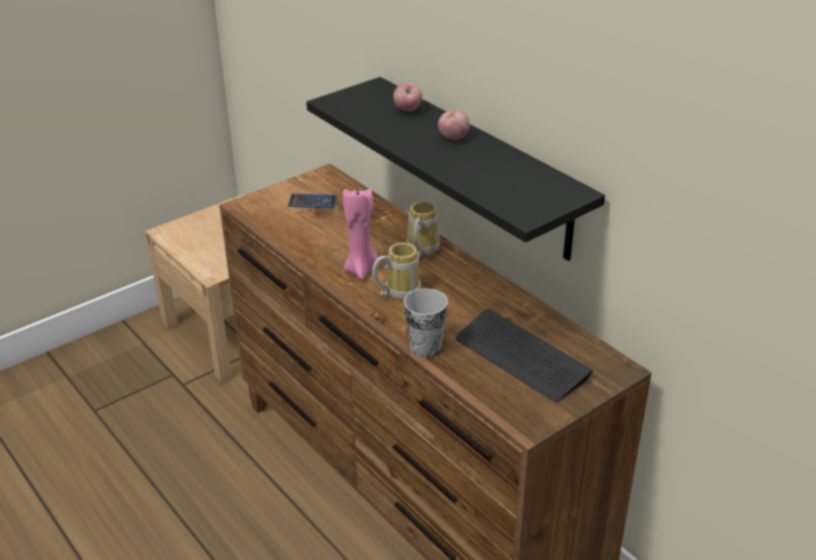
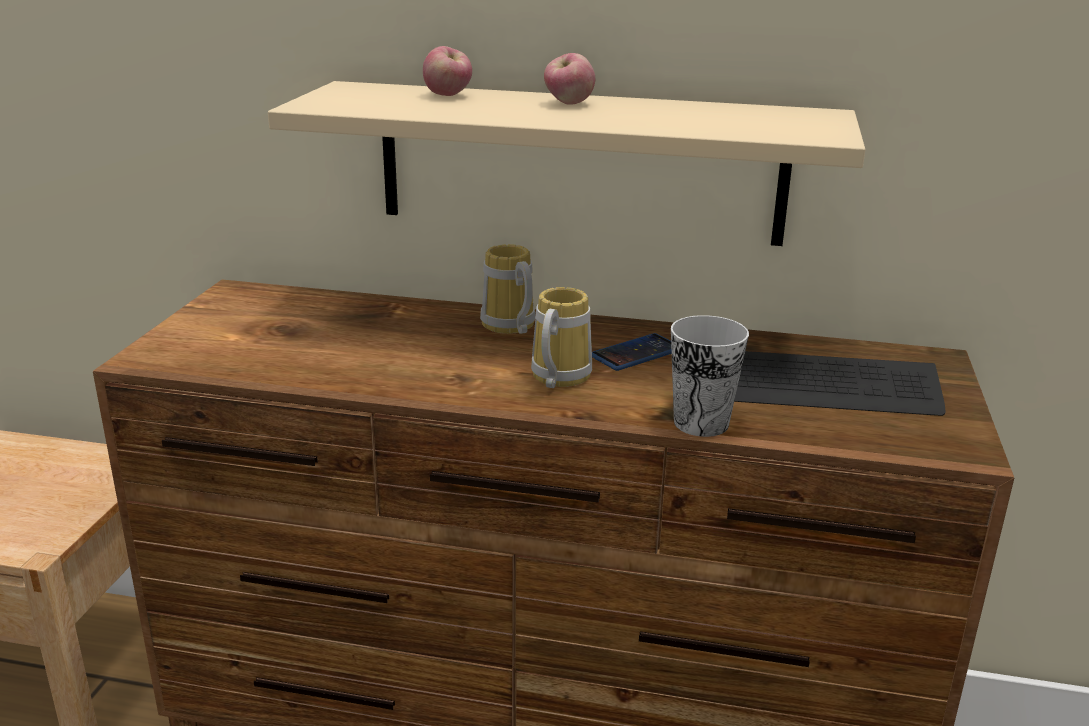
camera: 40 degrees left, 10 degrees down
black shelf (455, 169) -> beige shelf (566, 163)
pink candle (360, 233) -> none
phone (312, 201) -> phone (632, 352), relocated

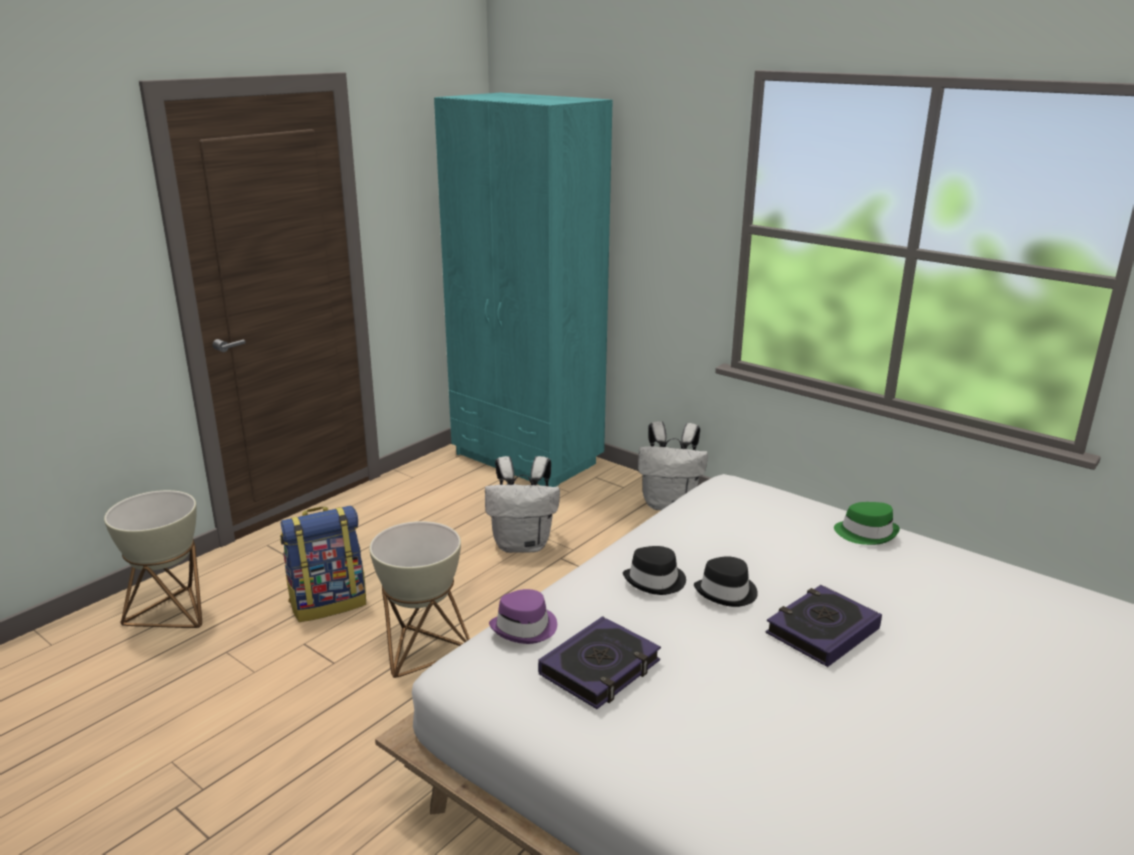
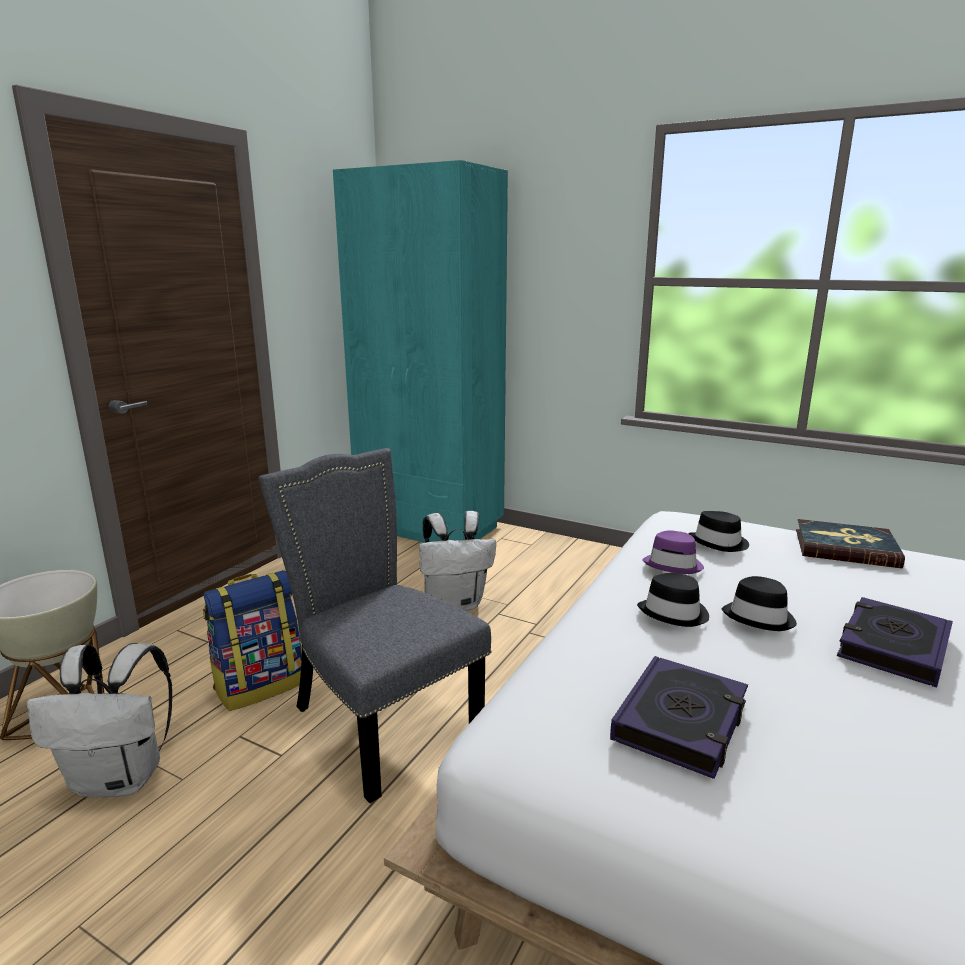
camera: 10 degrees left, 5 degrees down
white backpack (673, 465) -> white backpack (99, 720), relocated
green hat (867, 523) -> book (850, 543)
planter (419, 599) -> grey chair (375, 625)
purple hat (523, 616) -> purple hat (673, 552), relocated
none -> black hat (719, 531)

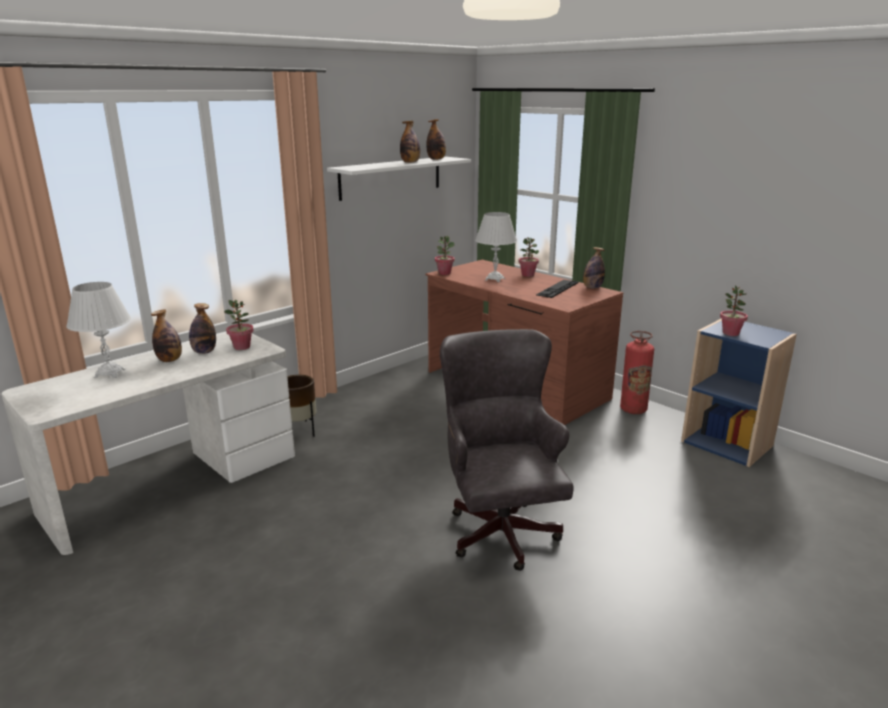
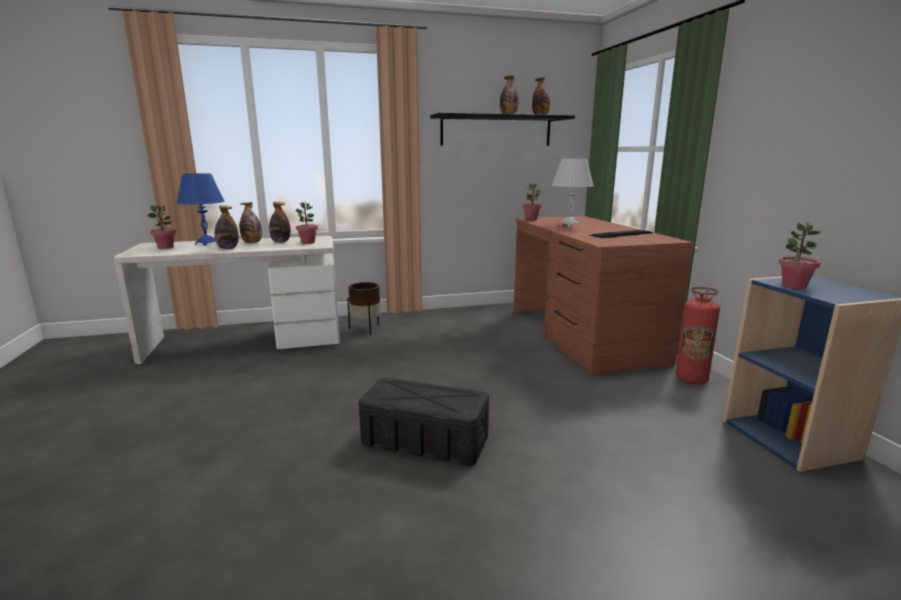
camera: 30 degrees right, 5 degrees down
white shelf (399, 179) -> black shelf (502, 129)
potted plant (528, 257) -> potted plant (161, 227), relocated
bottle (594, 268) -> bottle (227, 227), relocated
white table lamp (98, 330) -> blue table lamp (200, 210)
grey office chair (506, 450) -> black storage box (424, 421)

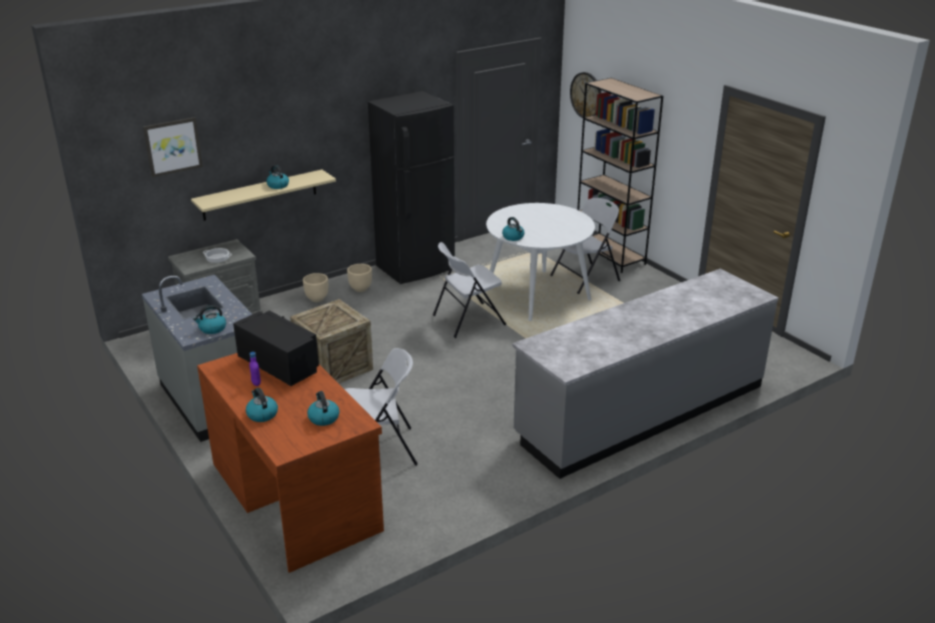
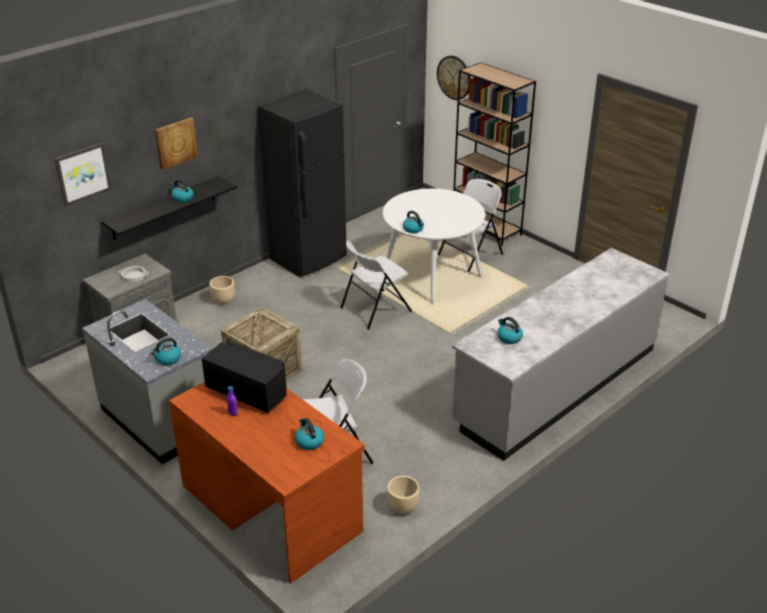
camera: 10 degrees left, 5 degrees up
beige shelf (263, 195) -> black shelf (169, 208)
beige planter (359, 278) -> beige planter (403, 495), relocated
kettle (262, 405) -> kettle (510, 330), relocated
none -> picture (176, 143)

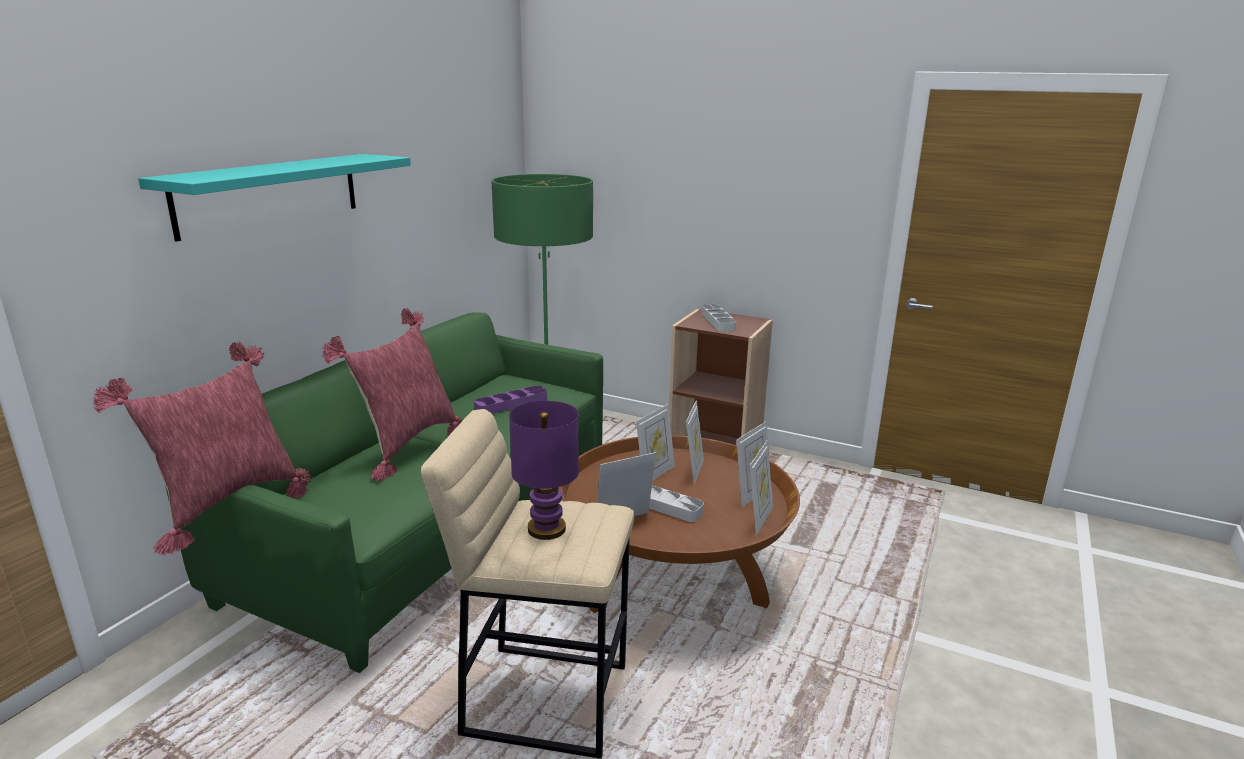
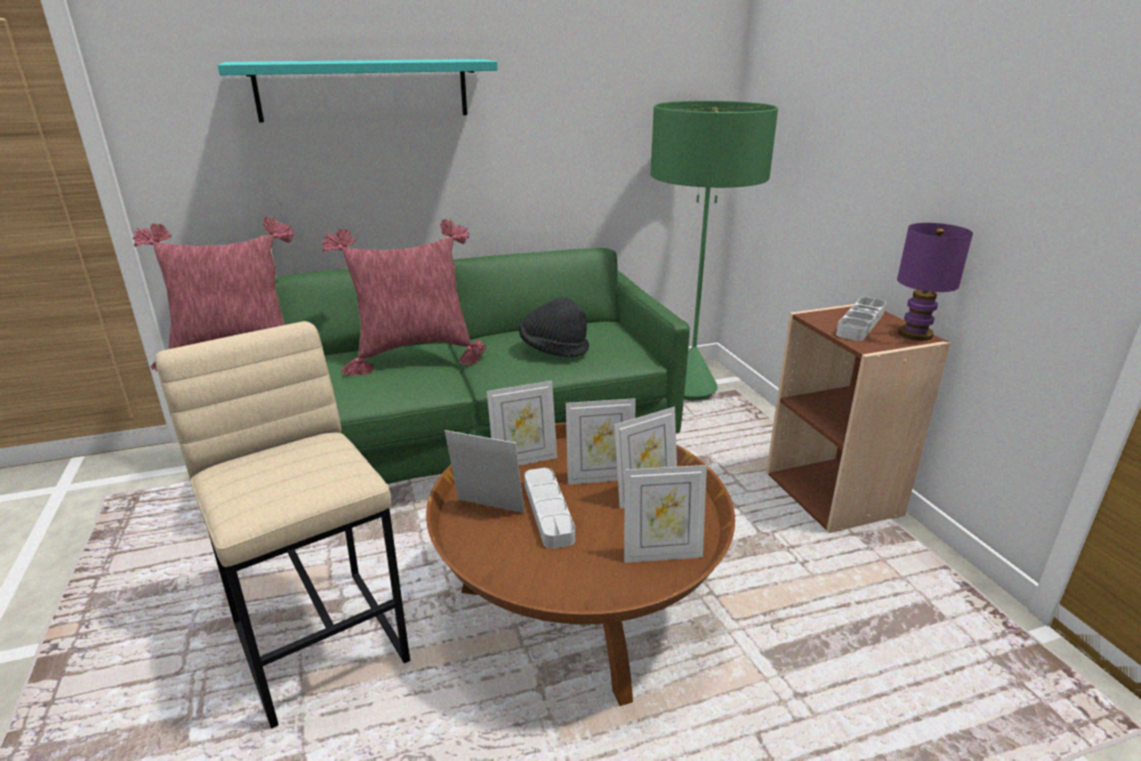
camera: 45 degrees right, 5 degrees up
purple tray (510, 400) -> black hat (554, 327)
purple table lamp (544, 470) -> purple table lamp (935, 282), relocated
picture frame (761, 487) -> picture frame (522, 423), relocated

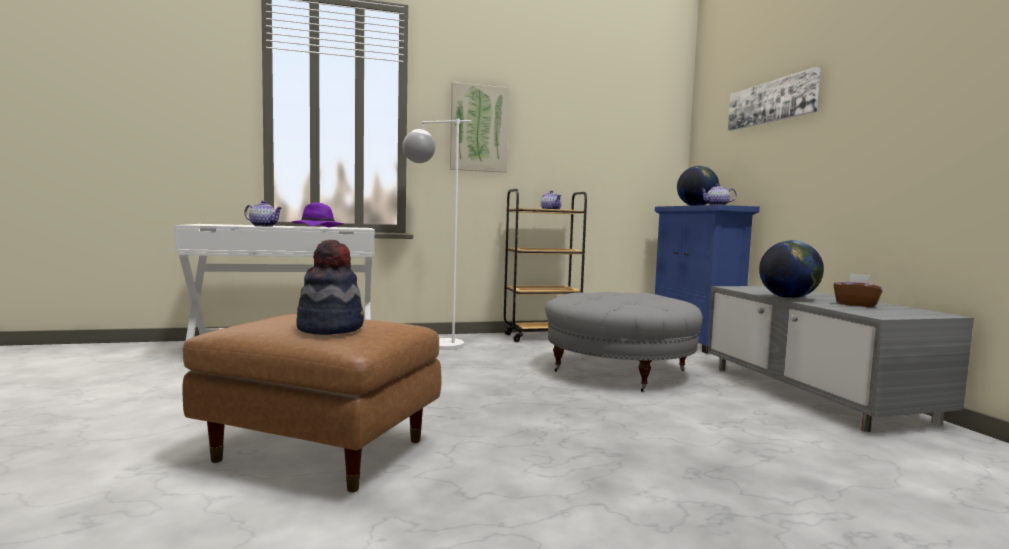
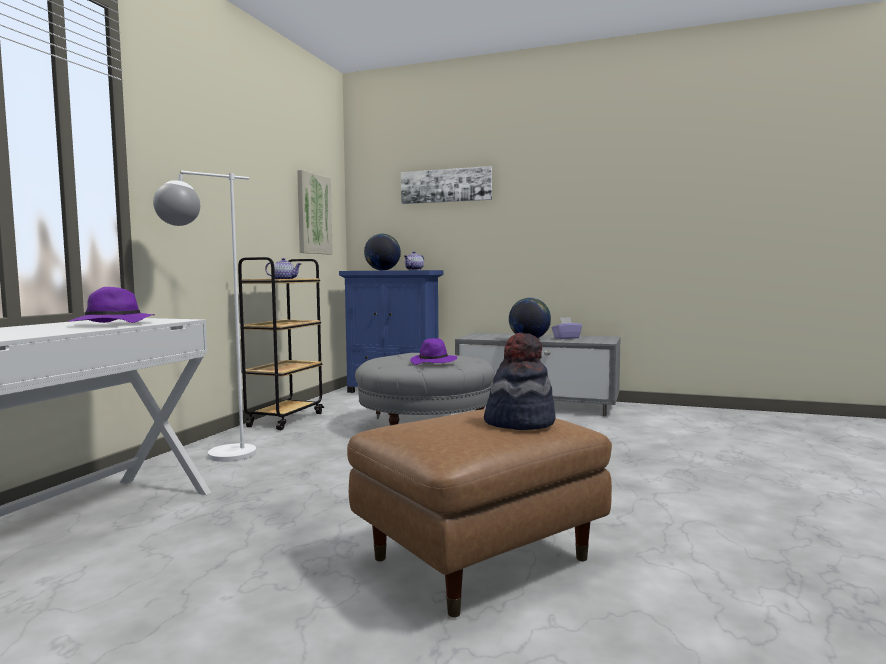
camera: 55 degrees left, 0 degrees up
picture (479, 127) -> picture (315, 212), relocated
teapot (263, 213) -> none
brown tissue box (858, 290) -> purple tissue box (567, 328)
none -> purple hat (433, 351)

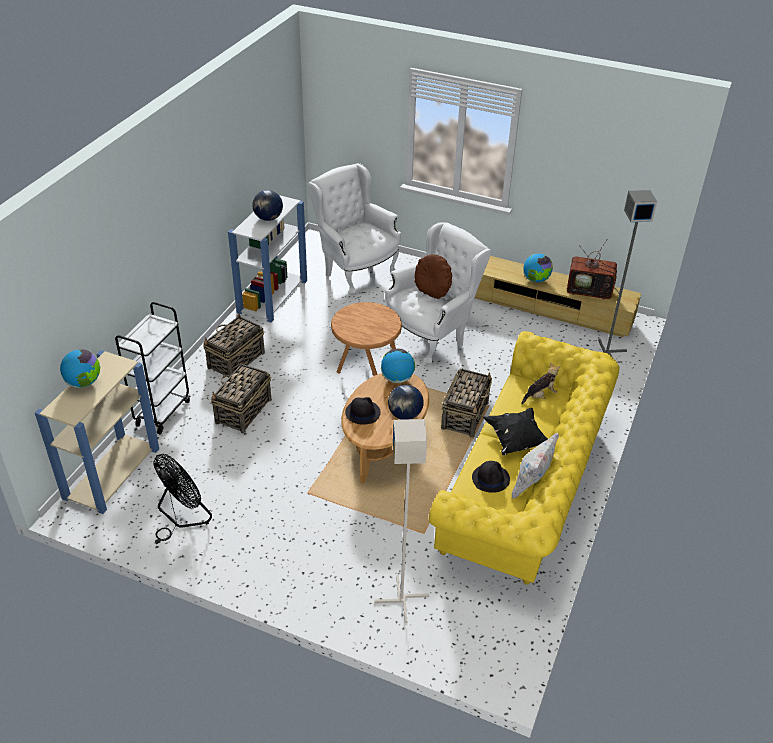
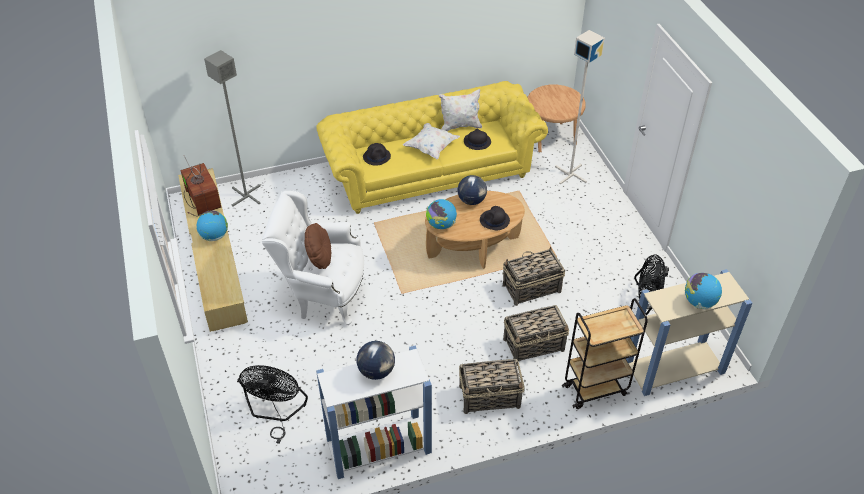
camera: 130 degrees left, 5 degrees up
white armchair (354, 229) -> black fan (272, 404)
white cart (152, 368) -> brown cart (605, 353)
brown side table (366, 339) -> brown side table (556, 119), relocated
plush toy (541, 383) -> black hat (377, 154)
basket (466, 403) -> basket (534, 276), relocated
black pillow (515, 431) -> white pillow (431, 141)

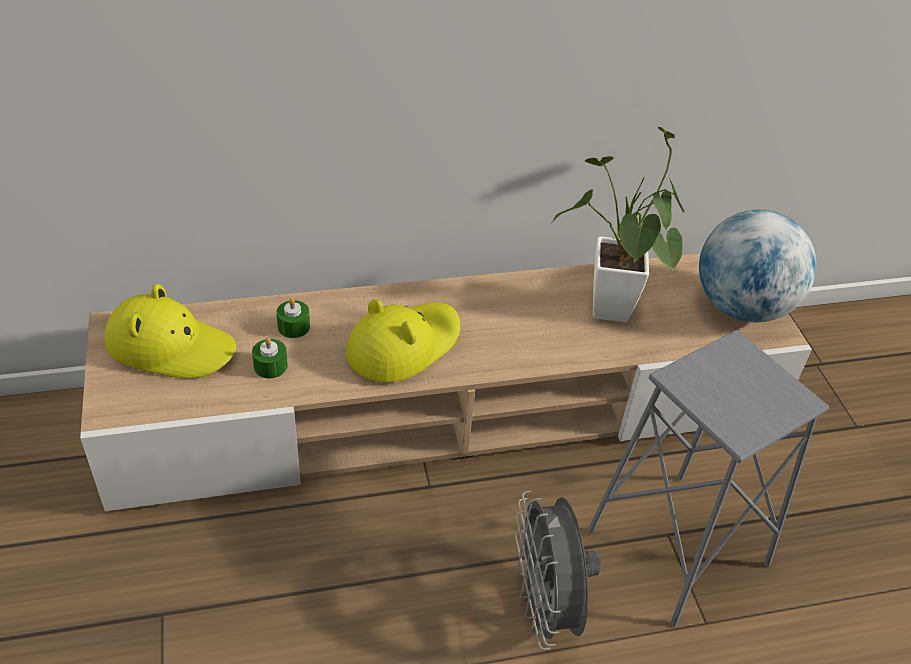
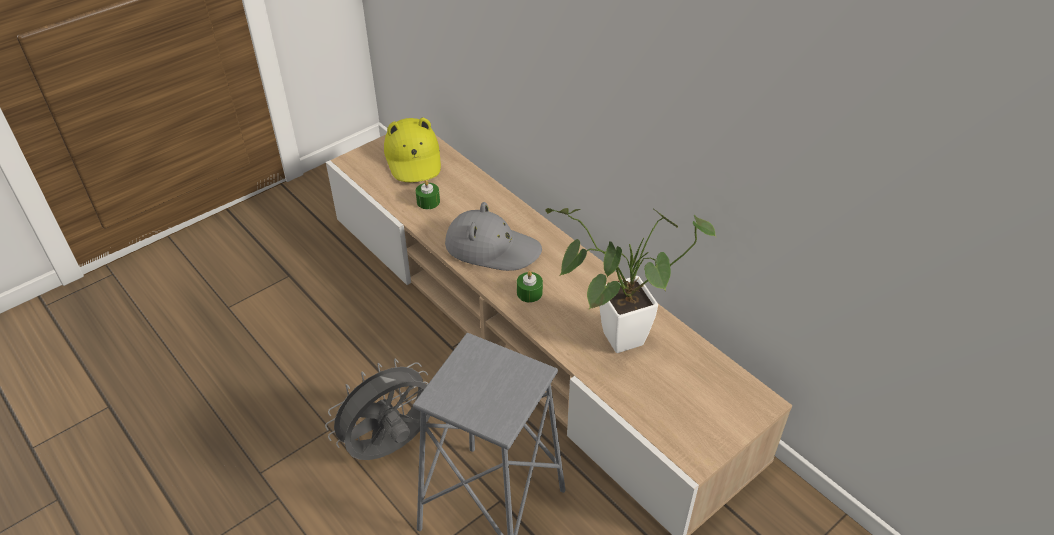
camera: 65 degrees right, 0 degrees up
globe (757, 266) -> none
green candle (293, 318) -> green candle (530, 287), relocated
yellow hat (403, 341) -> grey hat (493, 236)

